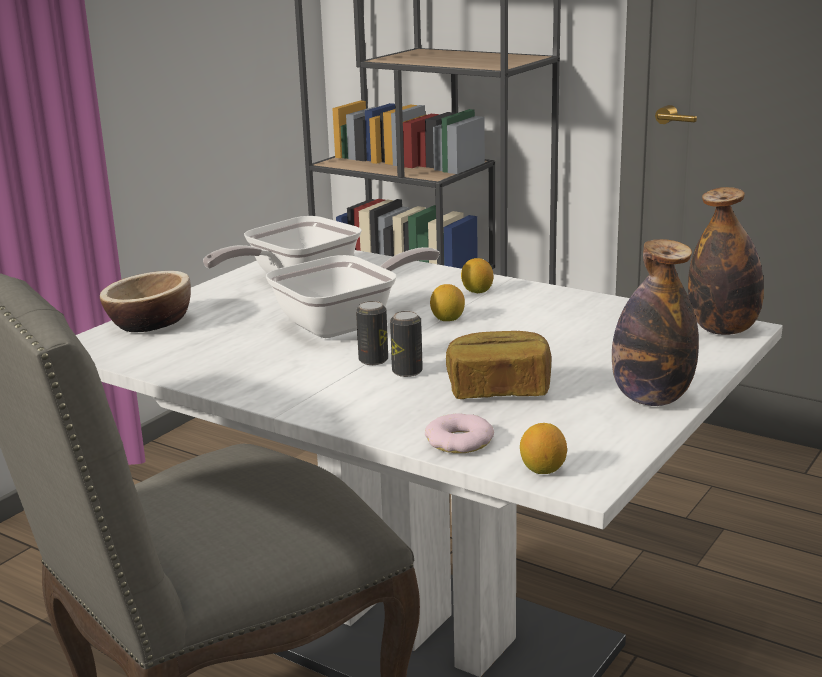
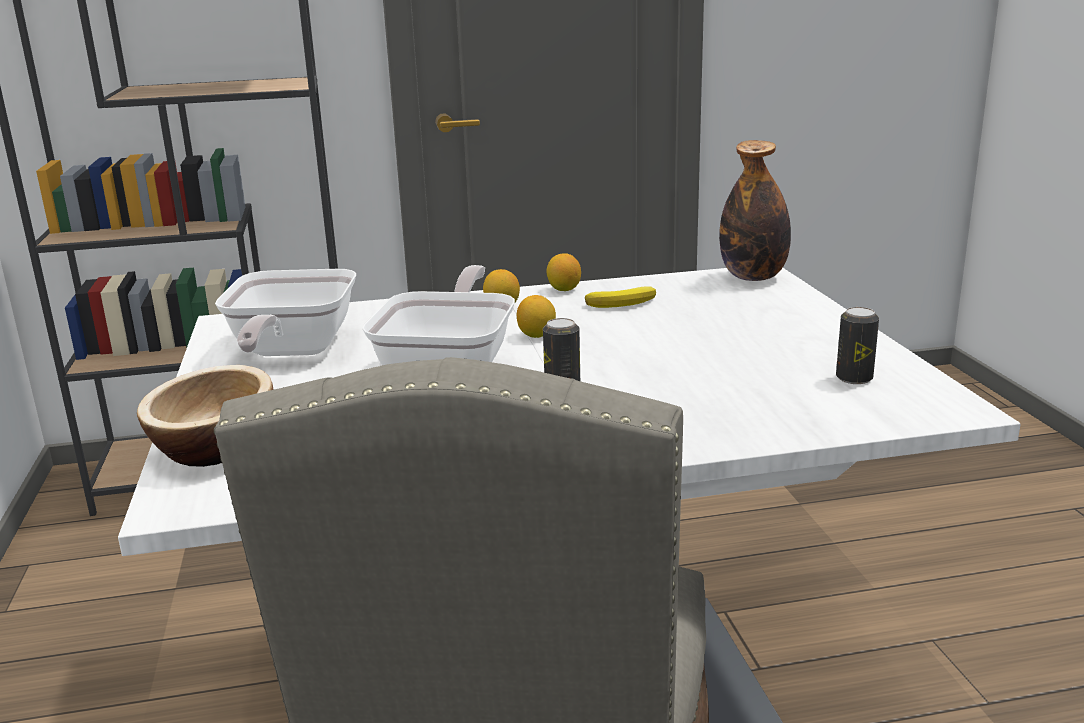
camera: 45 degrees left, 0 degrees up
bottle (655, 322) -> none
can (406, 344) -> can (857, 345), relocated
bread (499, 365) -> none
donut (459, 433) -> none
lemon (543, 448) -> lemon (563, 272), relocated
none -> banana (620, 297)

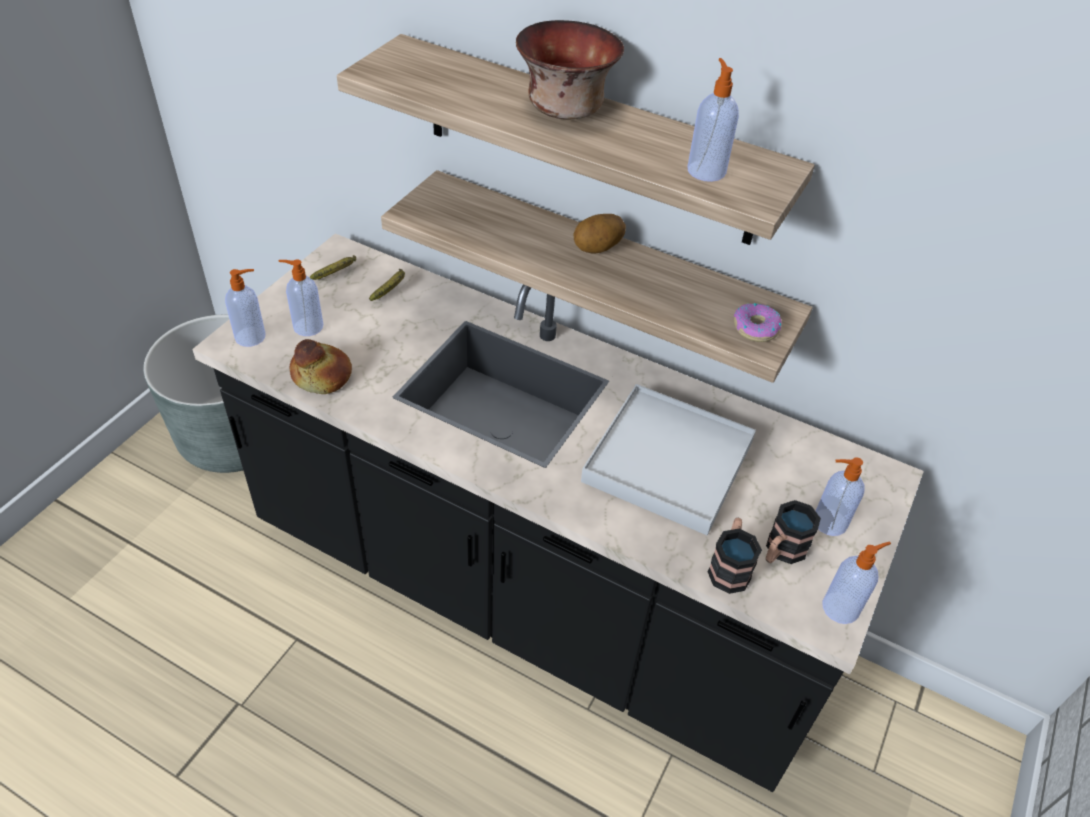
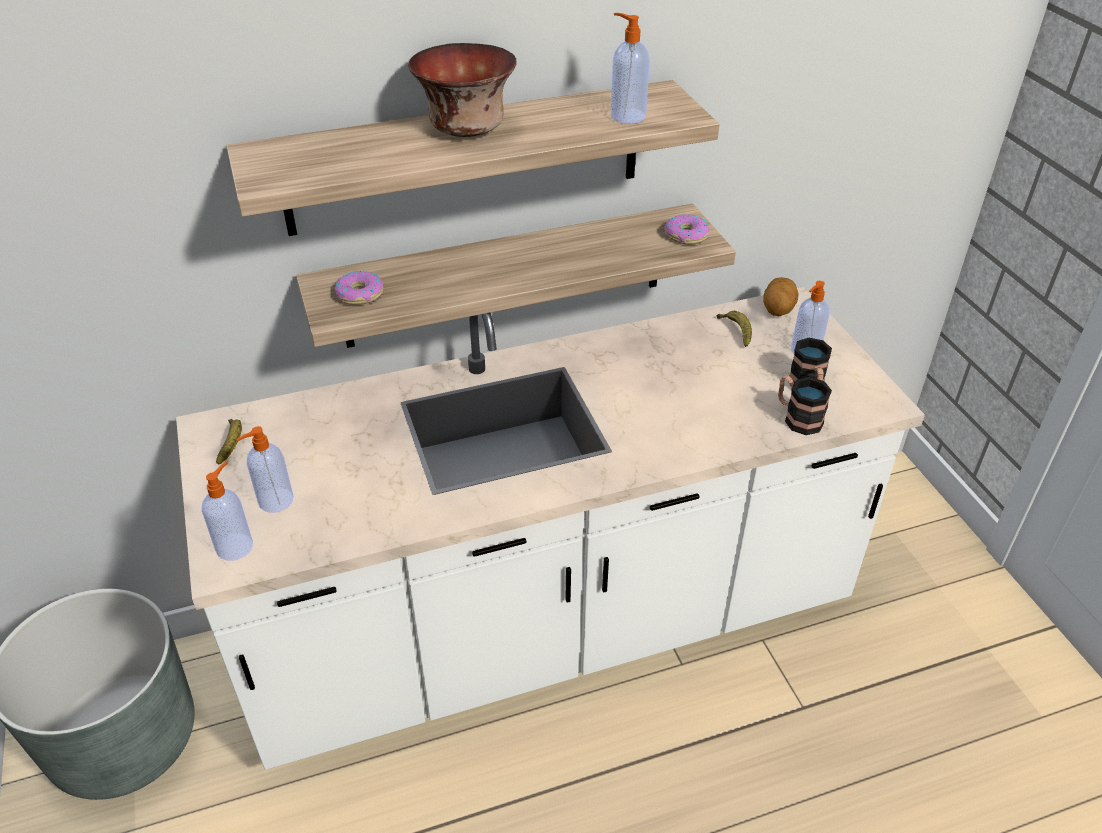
camera: 45 degrees left, 5 degrees down
potato (600, 233) -> potato (781, 296), relocated
black counter (558, 512) -> white counter (550, 528)
banana (387, 285) -> banana (734, 329), relocated
bread (321, 366) -> none
white tray (668, 459) -> none
soap dispenser (856, 582) -> none
none -> donut (359, 287)

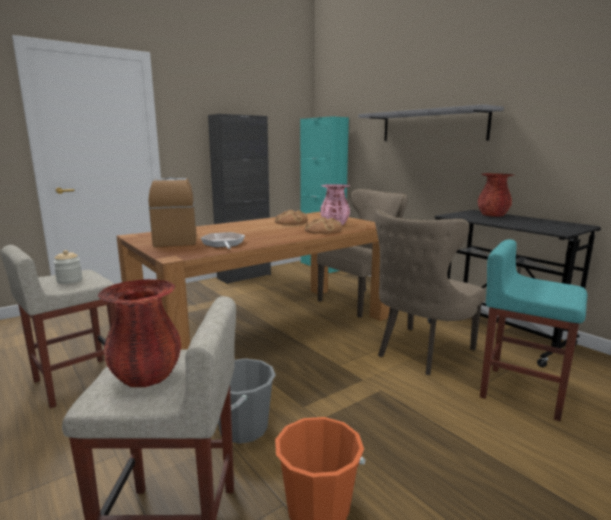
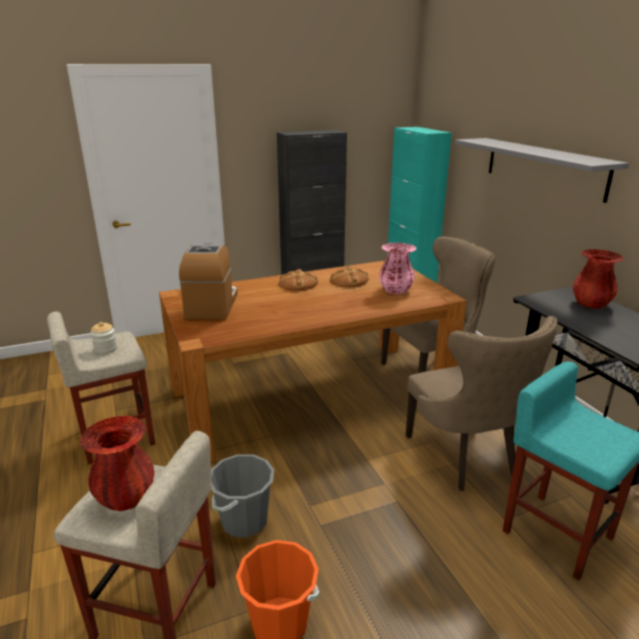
camera: 15 degrees right, 10 degrees up
beige chair (429, 292) -> beige chair (481, 403), 75 degrees counterclockwise
bread (323, 225) -> bread (298, 280), relocated
frying pan (223, 240) -> none

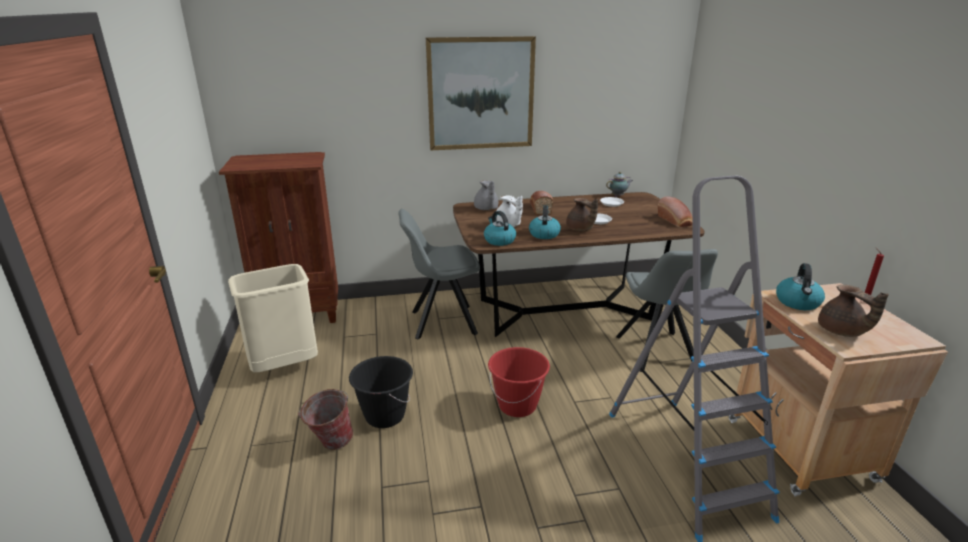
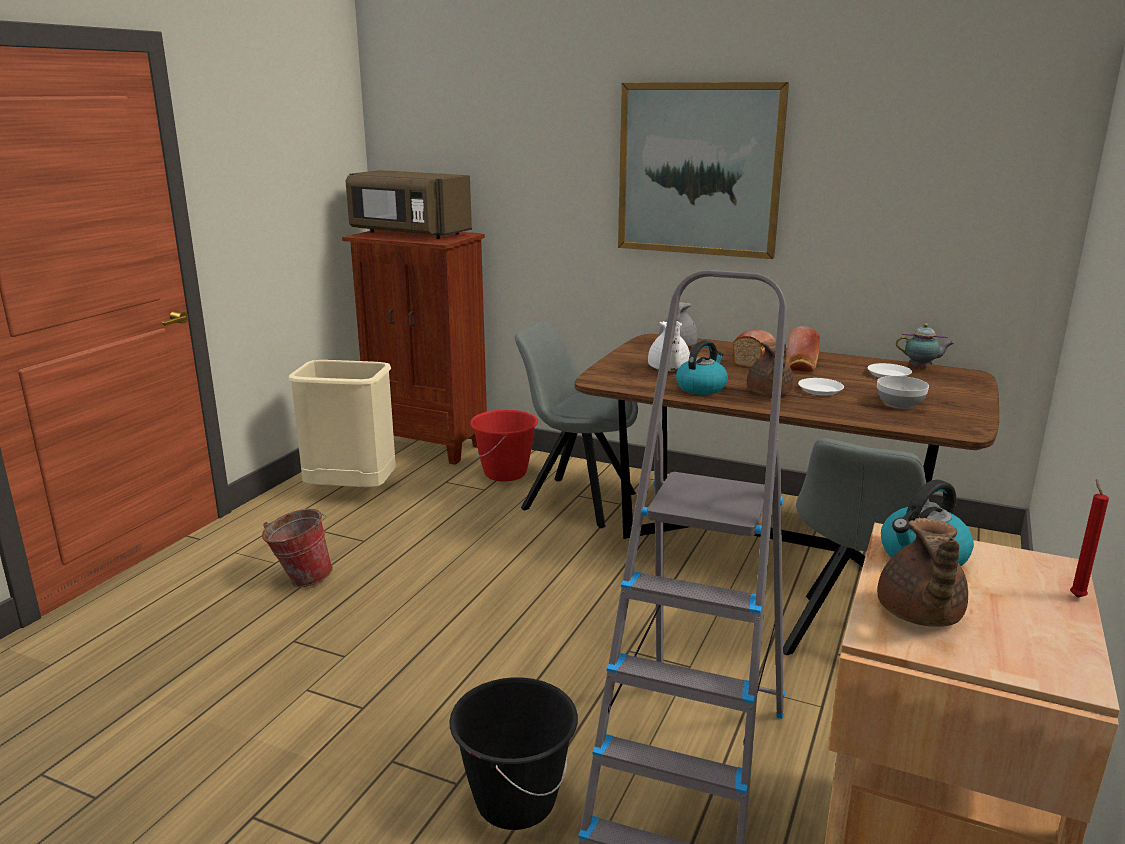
camera: 35 degrees right, 5 degrees down
bread (675, 211) -> bread (803, 349), relocated
kettle (500, 228) -> none
red bucket (519, 382) -> red bucket (504, 446), relocated
black bucket (381, 392) -> black bucket (514, 753), relocated
none -> brown microwave (409, 204)
none -> bowl (903, 392)

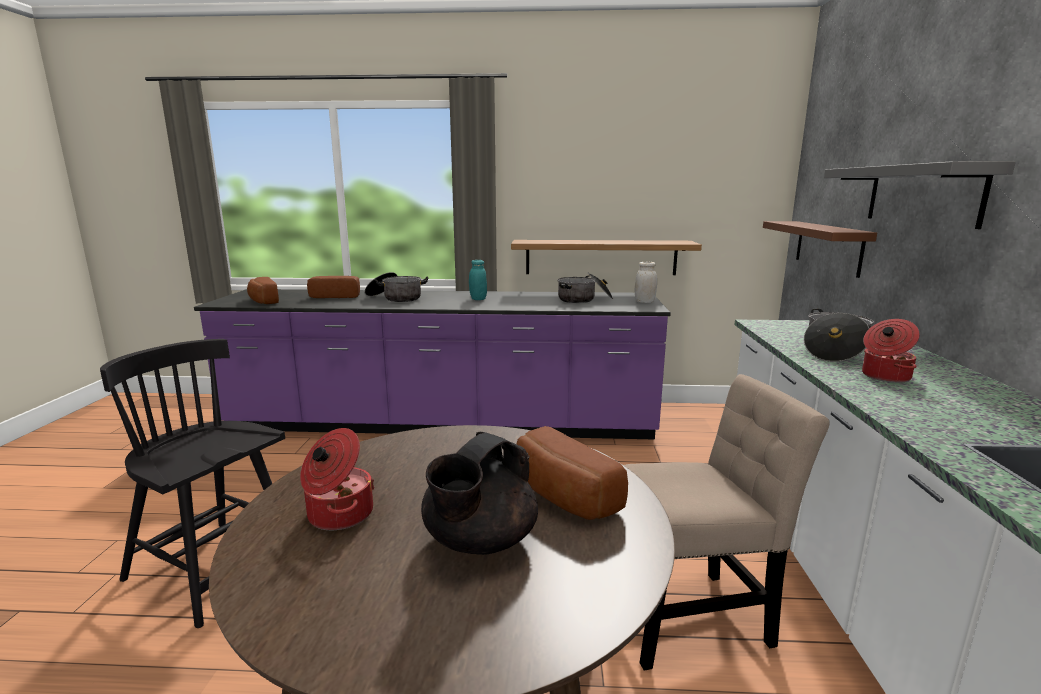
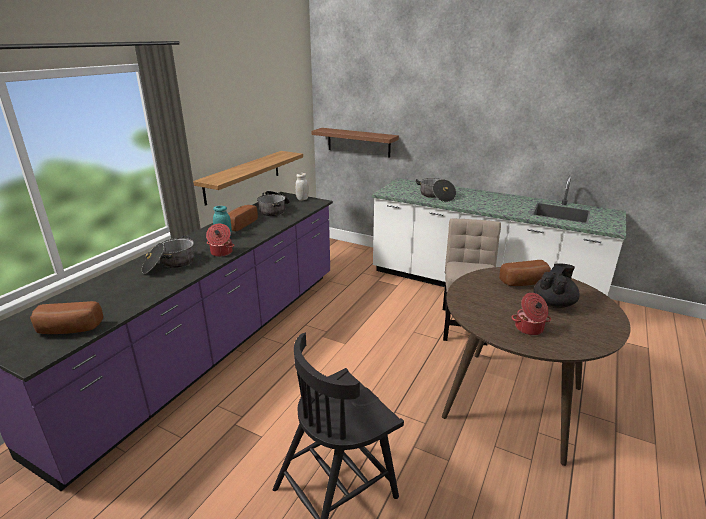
camera: 65 degrees left, 10 degrees up
grey shelf (920, 195) -> none
bread (333, 287) -> bread (243, 218), relocated
cooking pot (891, 351) -> cooking pot (220, 240), relocated
black teapot (479, 493) -> black teapot (557, 285), 105 degrees counterclockwise

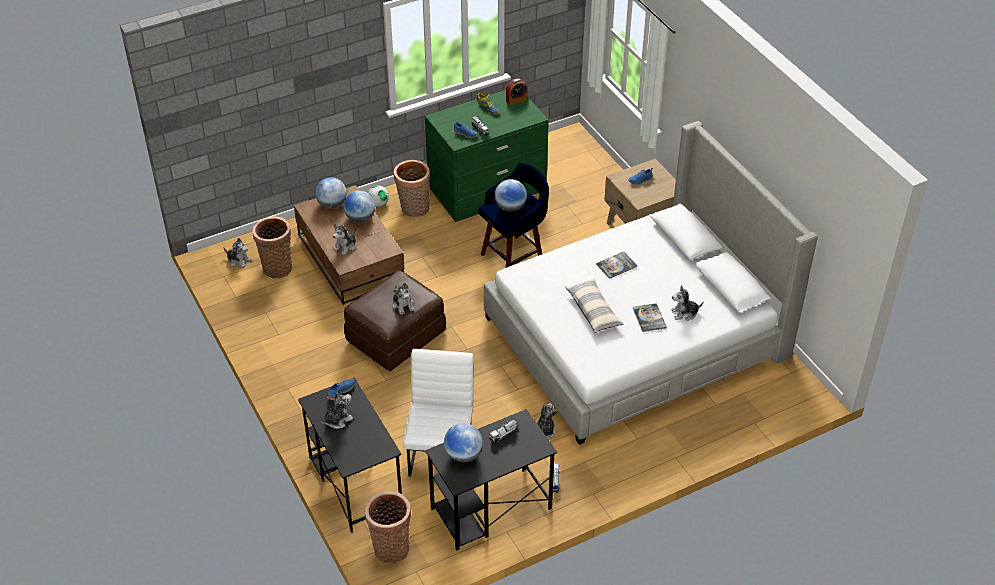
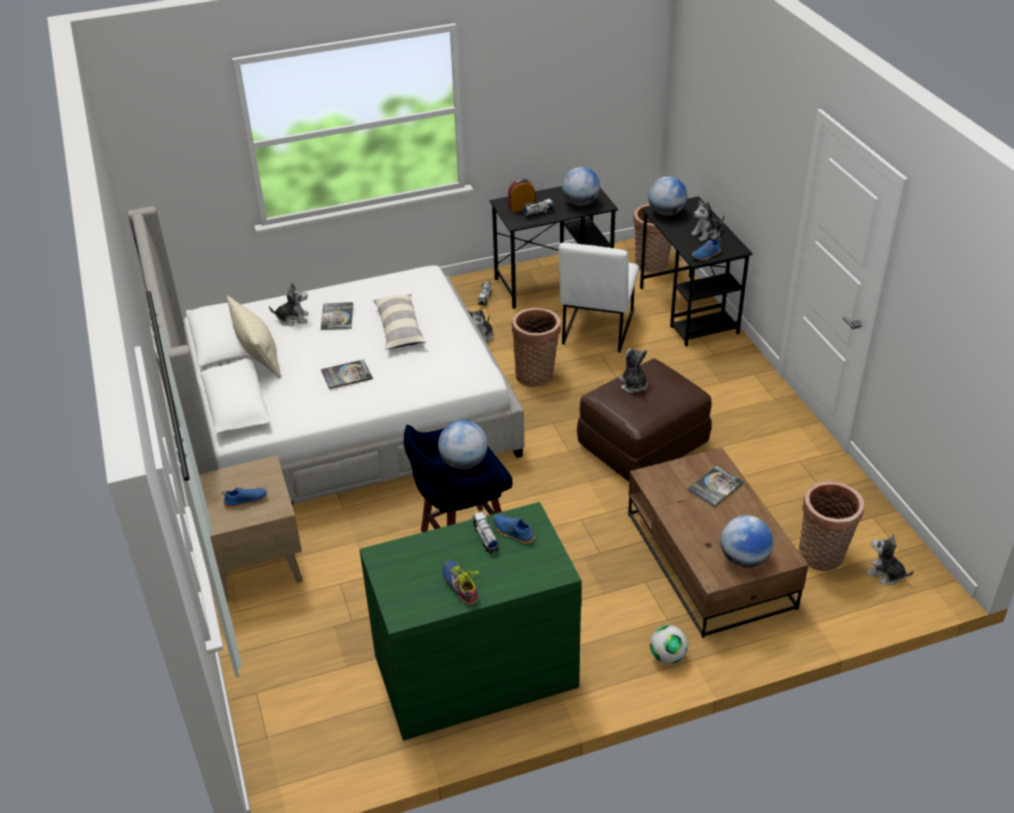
camera: 170 degrees left, 5 degrees down
alarm clock (516, 91) -> alarm clock (521, 196), relocated
basket (412, 188) -> basket (536, 347), relocated
globe (359, 206) -> globe (667, 196), relocated
plush toy (344, 239) -> book (715, 486)
none -> beige pillow (254, 337)

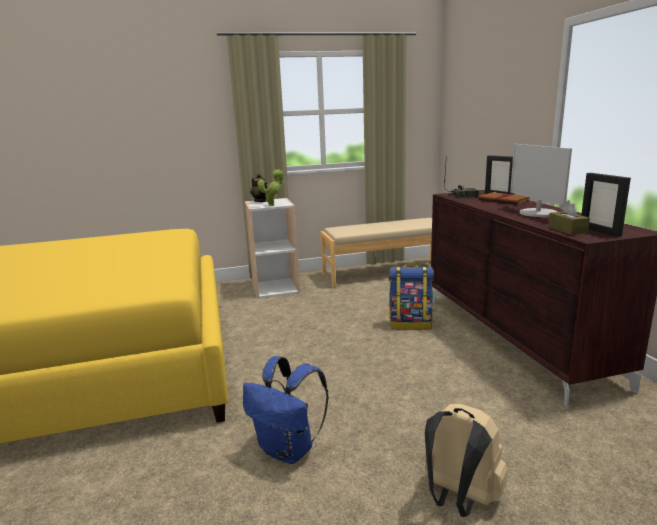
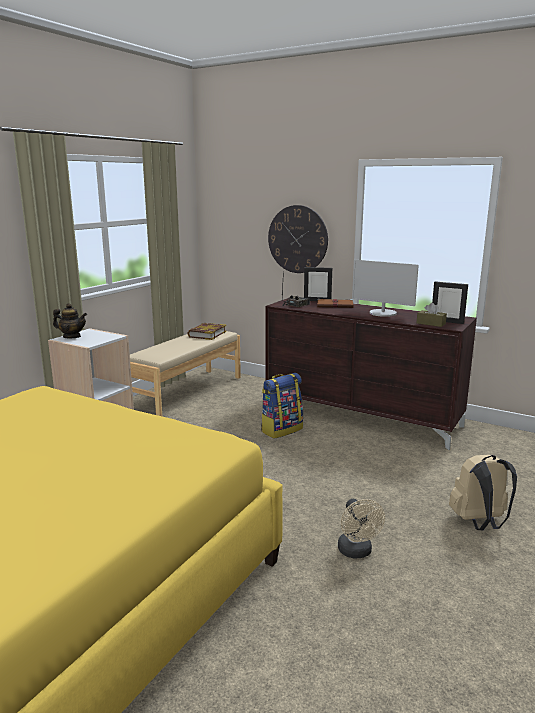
camera: 45 degrees left, 0 degrees up
potted plant (270, 188) -> none
blue backpack (285, 410) -> beige fan (361, 529)
none -> wall clock (298, 239)
none -> book (206, 331)

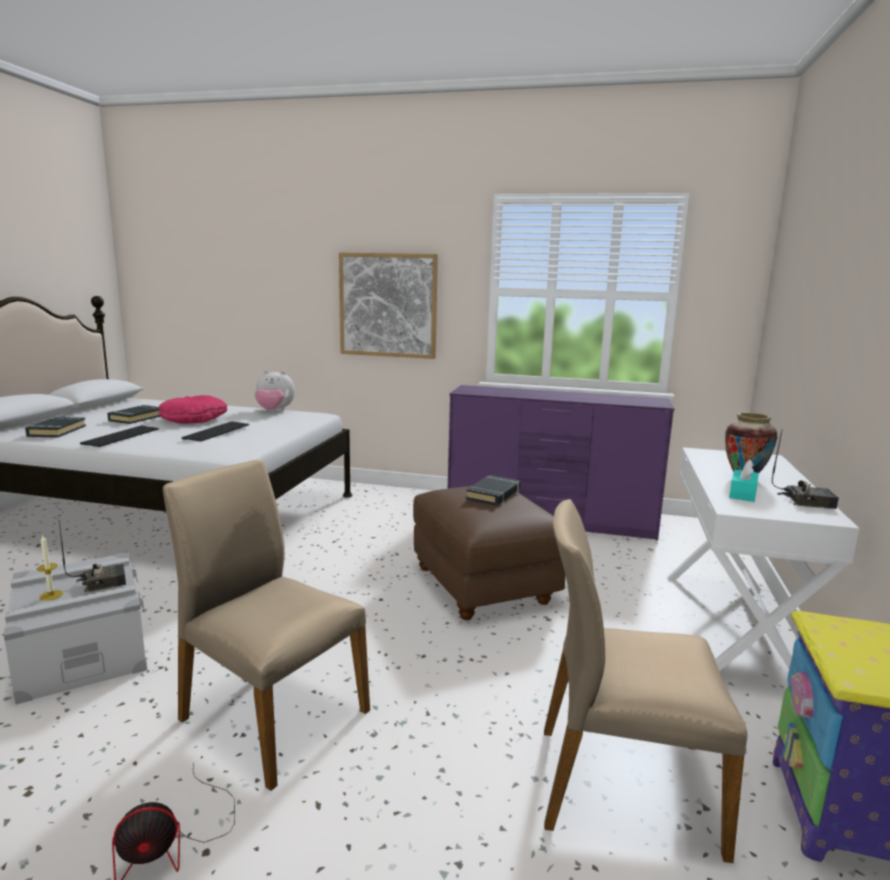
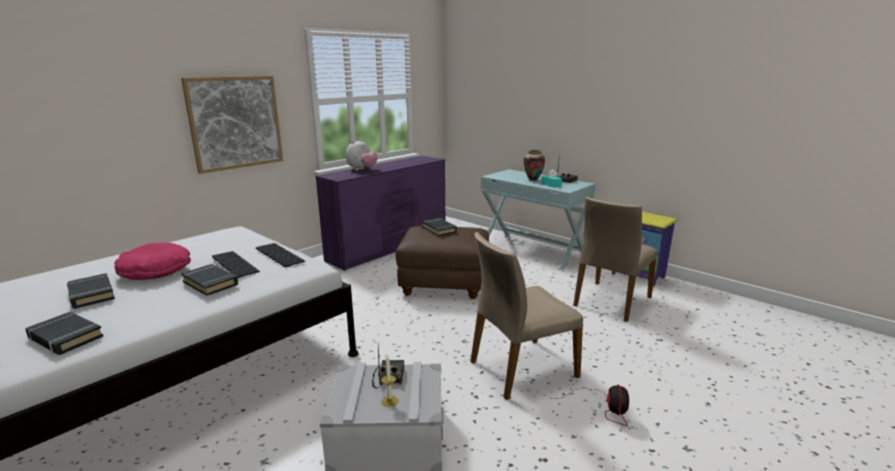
camera: 60 degrees left, 5 degrees up
plush toy (275, 390) -> plush toy (362, 155), relocated
keyboard (119, 436) -> keyboard (280, 255), relocated
white desk (763, 559) -> turquoise desk (538, 219)
none -> black book (209, 280)

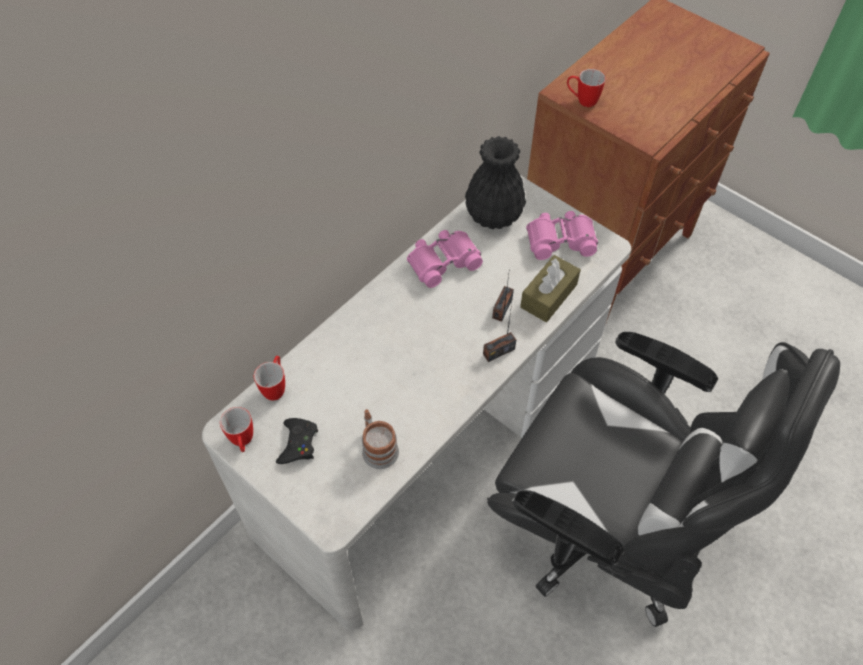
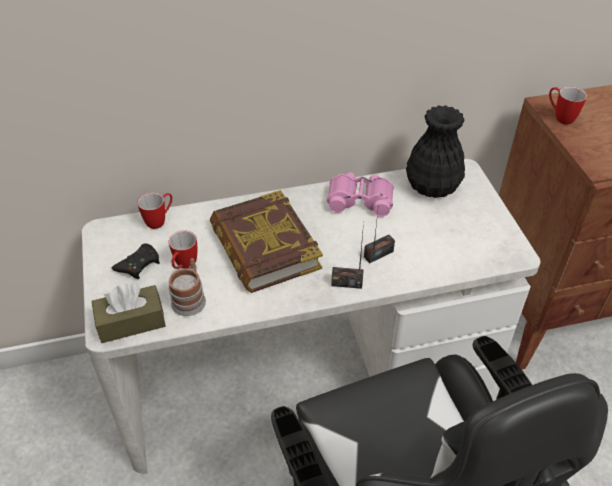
camera: 35 degrees right, 10 degrees down
pink binoculars (562, 235) -> none
brown tissue box (550, 288) -> brown tissue box (128, 313), relocated
mug (236, 429) -> mug (183, 249), relocated
none -> book (266, 241)

